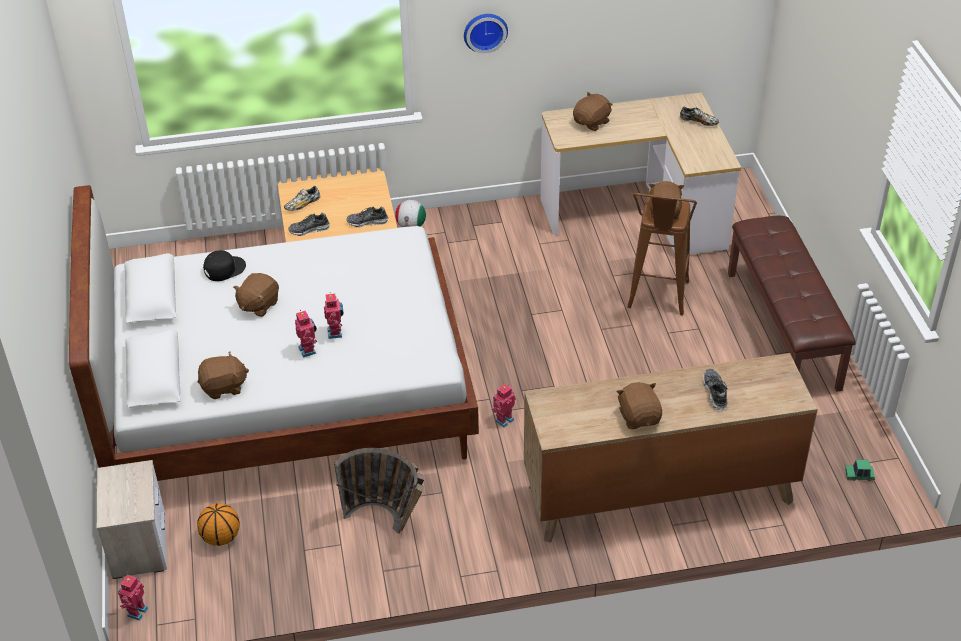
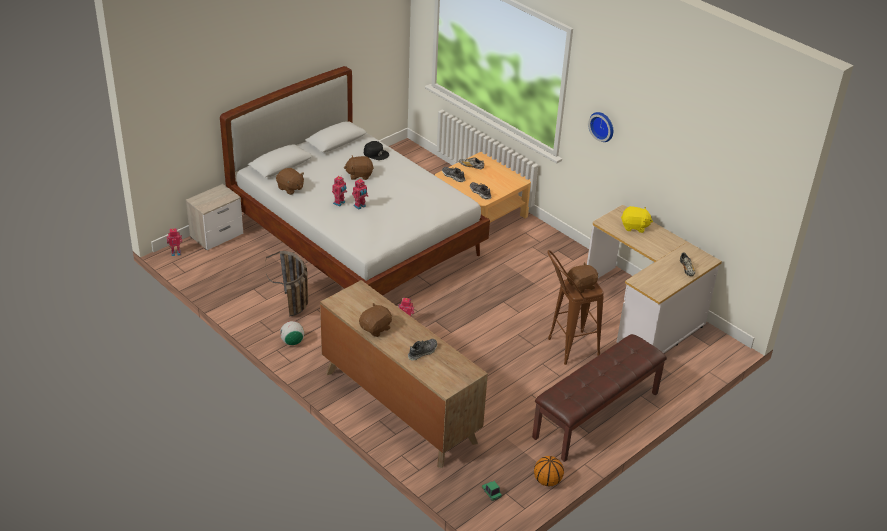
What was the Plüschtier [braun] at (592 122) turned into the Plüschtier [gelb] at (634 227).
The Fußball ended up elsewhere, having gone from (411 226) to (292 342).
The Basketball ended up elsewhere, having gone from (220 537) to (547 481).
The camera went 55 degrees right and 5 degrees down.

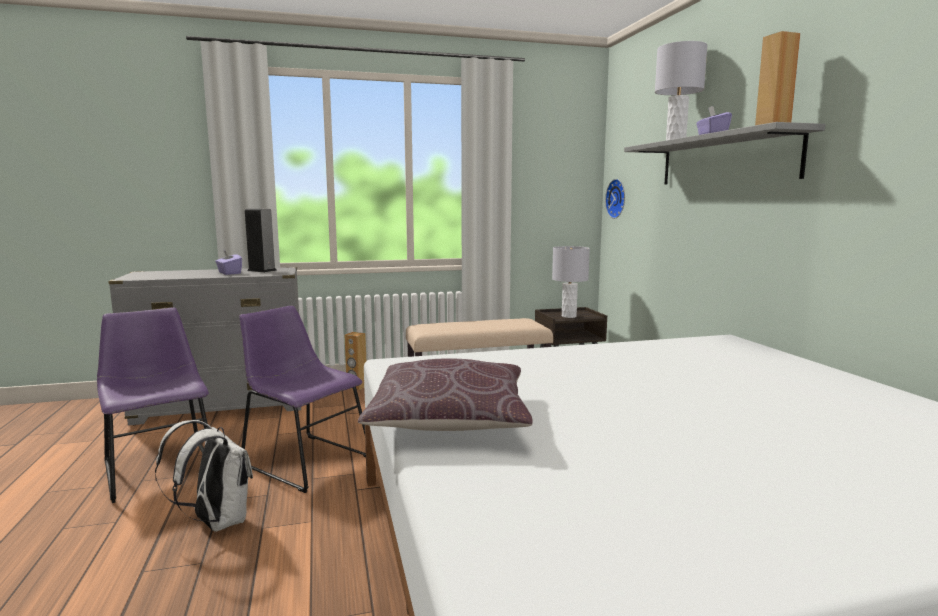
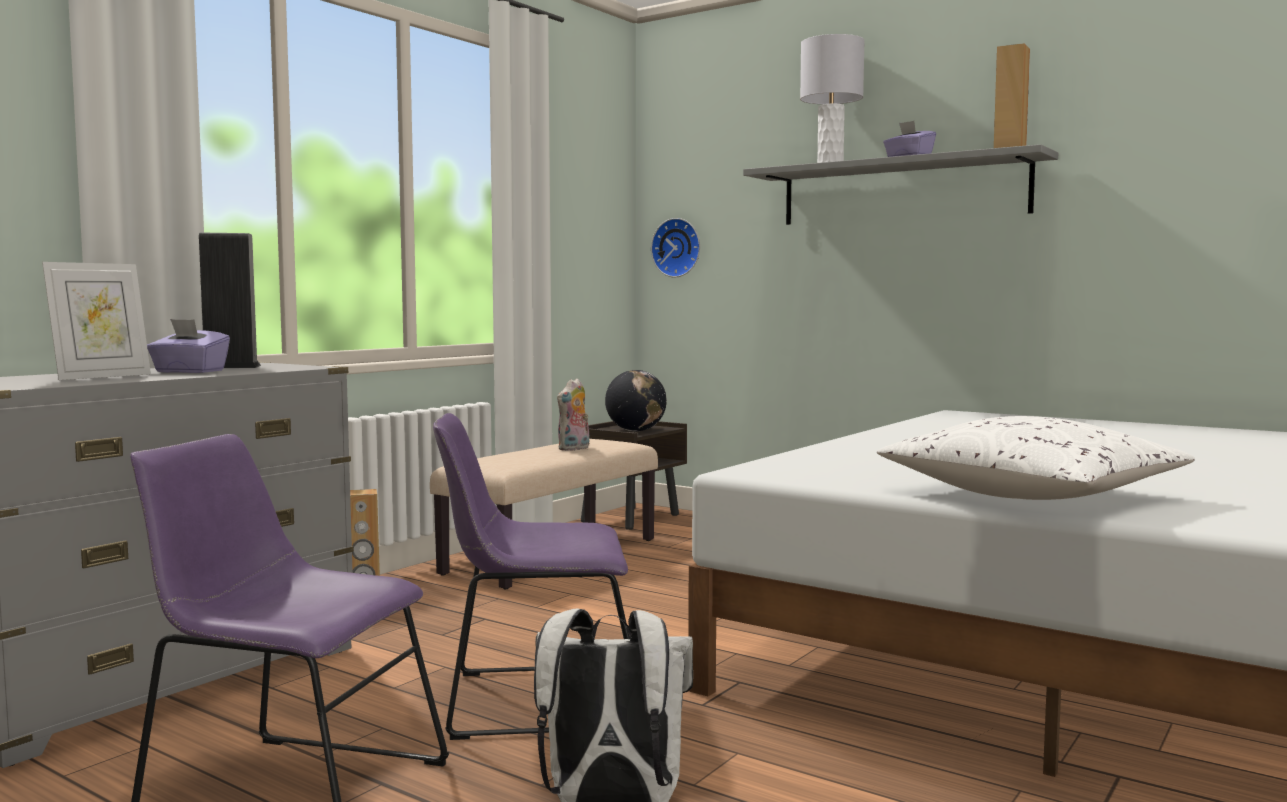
Where the Tischlampe [grau] stood at (569 316), the Globus came to stand at (636 431).
What was the Kissen [braun] at (450 419) turned into the Kissen [weiß] at (1030 495).
The second view gained the Bilderrahmen at (101 376).
The second view gained the Plüschtier at (574 449).
The camera went 40 degrees left and 5 degrees down.

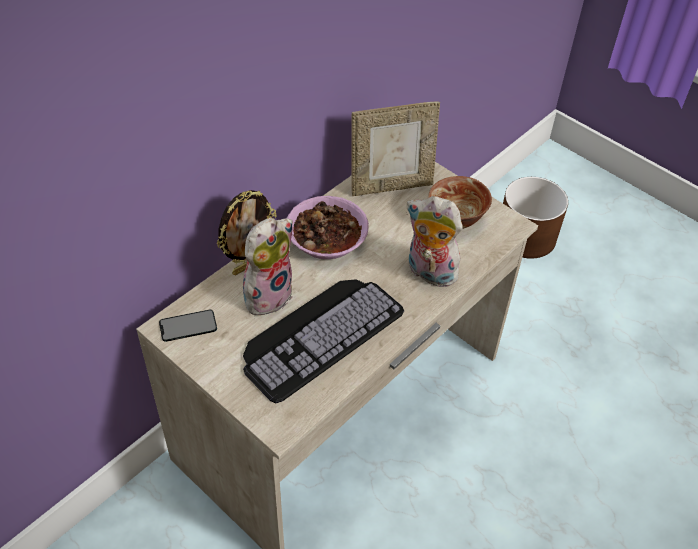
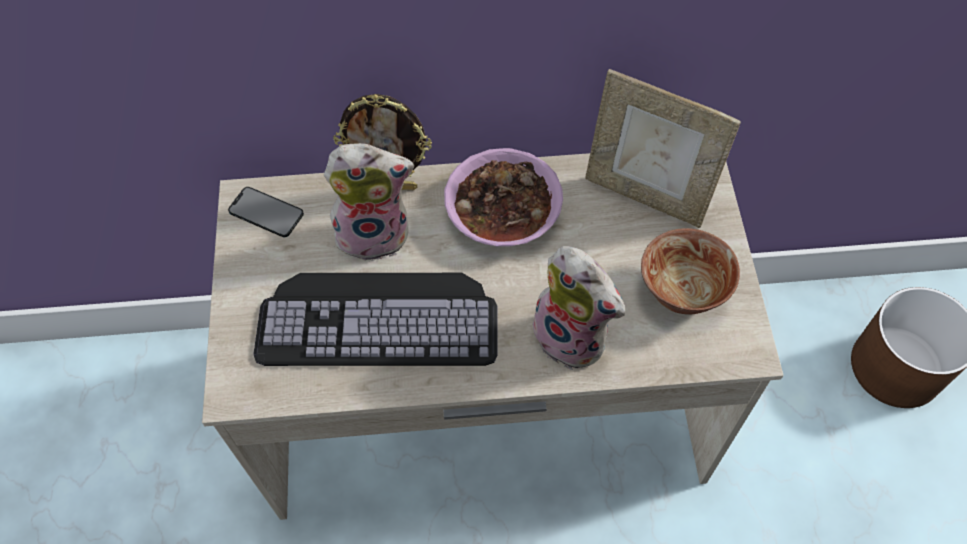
The Plüschtier at (429 273) ended up facing another way, 150 degrees clockwise from before.
The camera went 45 degrees right and 10 degrees up.

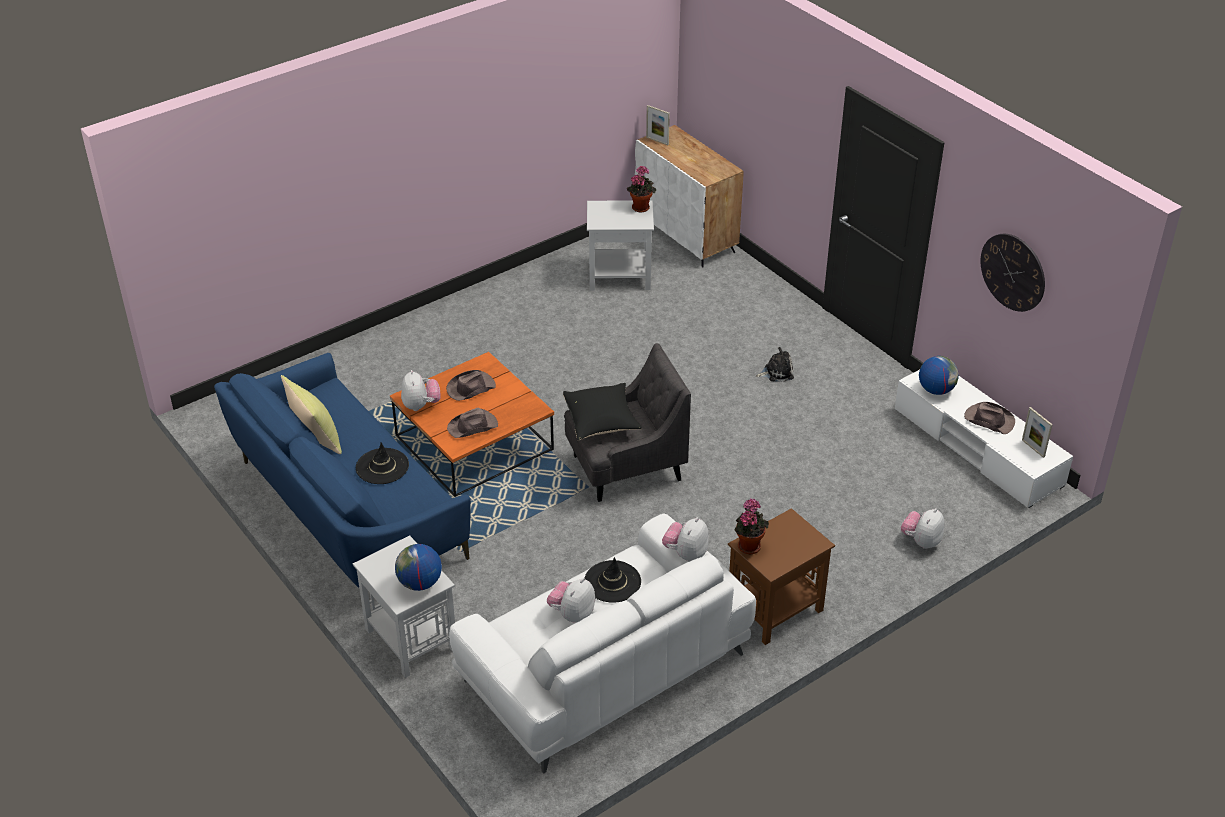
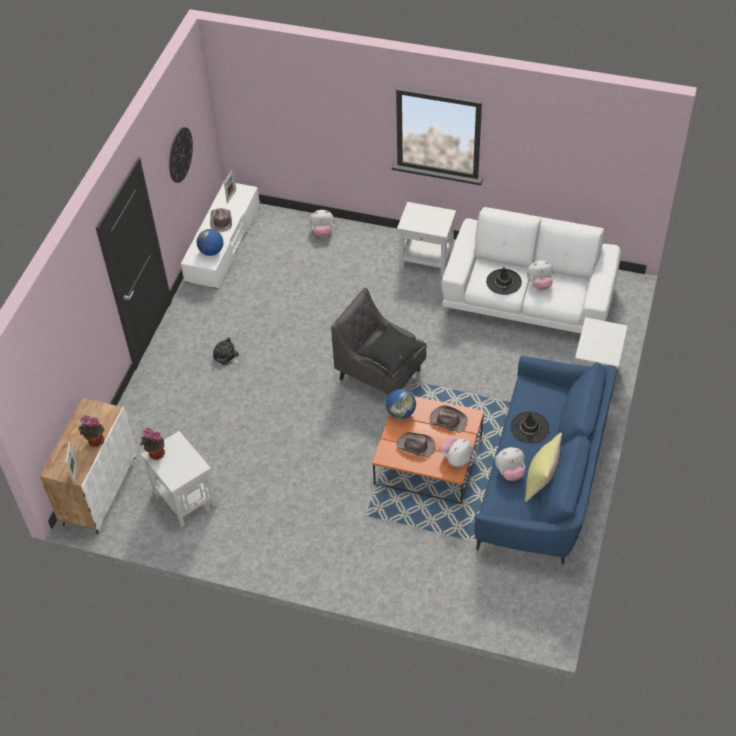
The Topfpflanze ended up elsewhere, having gone from (748 545) to (94 441).
What was the Beistelltisch [braun] at (774 610) turned into the Beistelltisch [weiß] at (427 260).
The Plüschtier ended up elsewhere, having gone from (686 553) to (510 472).
The Globus ended up elsewhere, having gone from (420 583) to (401 413).
The camera went 125 degrees left and 10 degrees up.

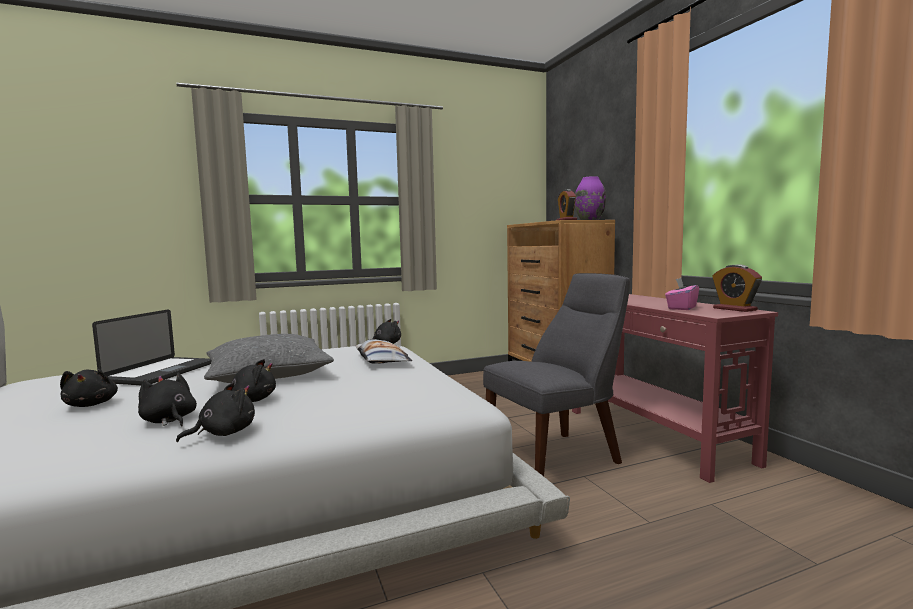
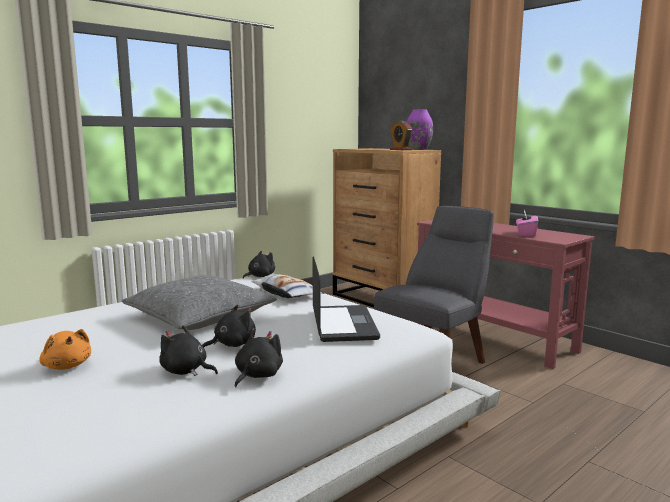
The second view lost the Wecker at (734 309).
The Laptop ended up elsewhere, having gone from (161 372) to (343 324).
What was the Plüschtier [schwarz] at (92 404) turned into the Plüschtier [orange] at (67 366).
The camera went 20 degrees left and 5 degrees up.

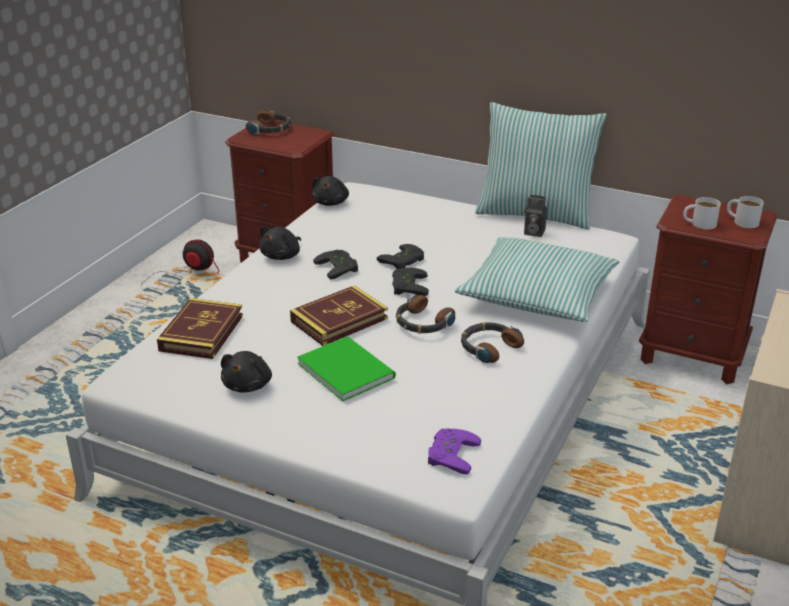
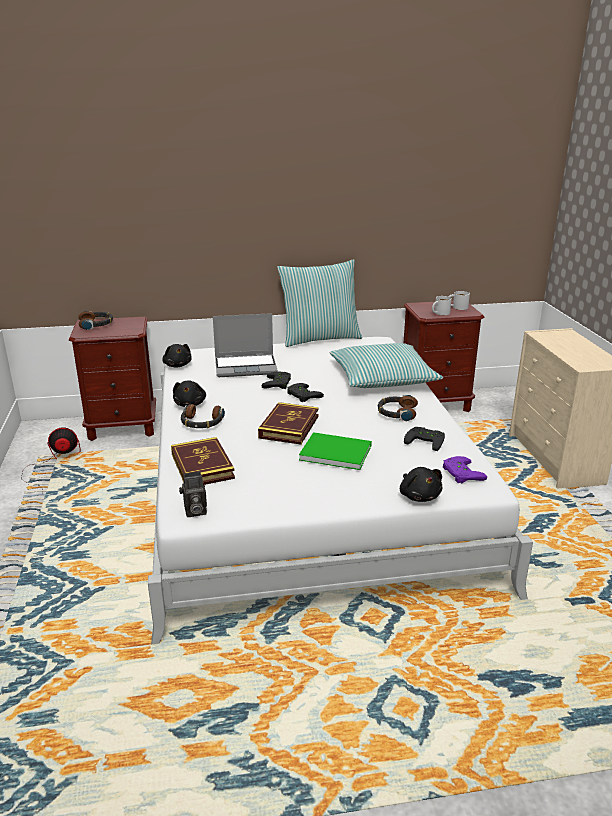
The Kamera ended up elsewhere, having gone from (533 232) to (194 511).
The Gamepad [schwarz] ended up elsewhere, having gone from (339 267) to (426 440).
The Kopfhörer ended up elsewhere, having gone from (422 323) to (201 422).
The Plüschtier [schwarz] ended up elsewhere, having gone from (248 385) to (419 496).
The second view gained the Laptop at (246 366).
The camera went 35 degrees left and 5 degrees down.

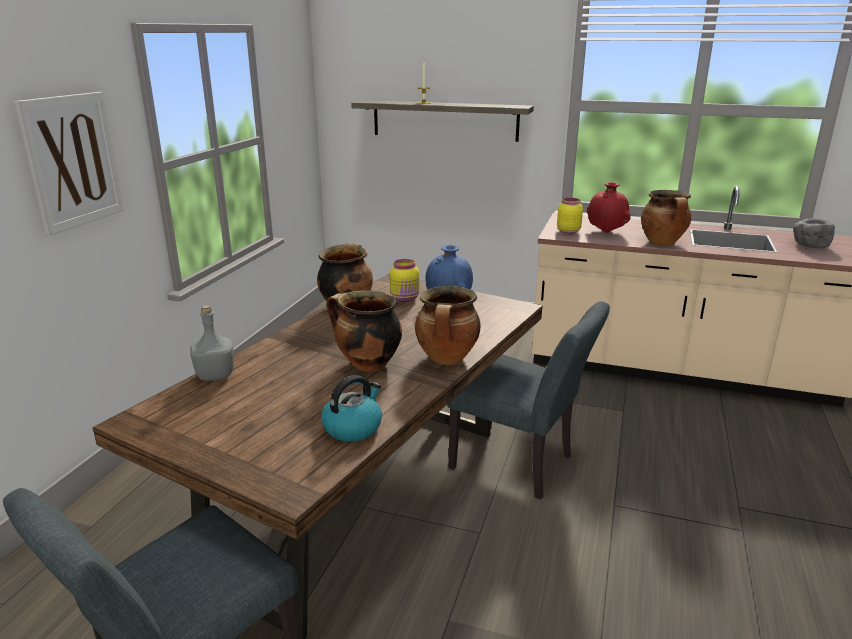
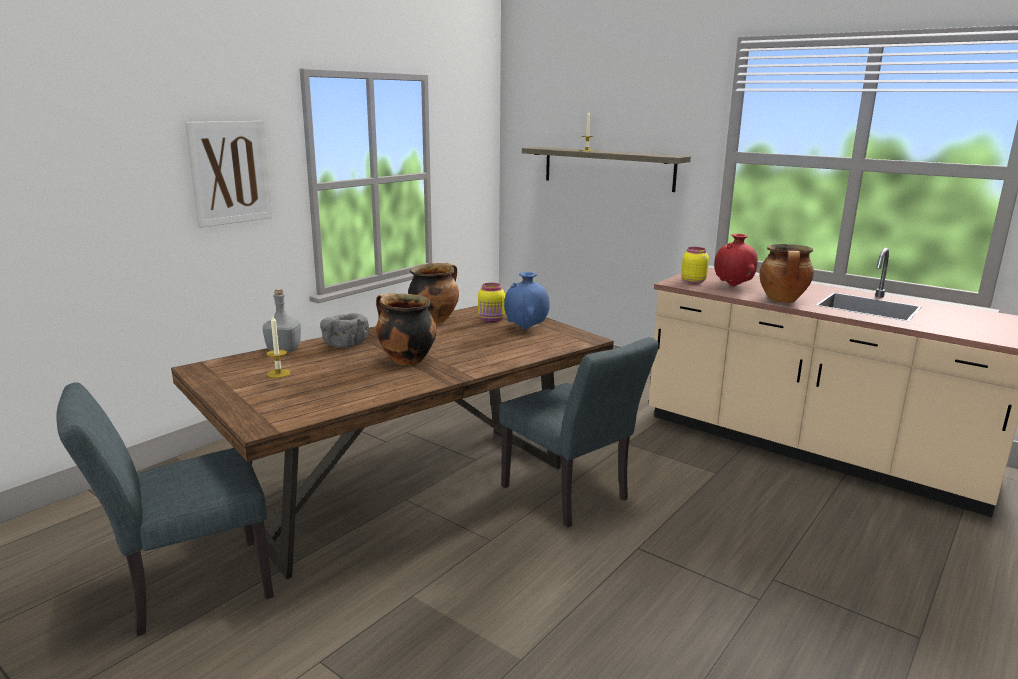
The Schüssel [grau] ended up elsewhere, having gone from (809 246) to (345 344).
The second view lost the Kochtopf at (447 359).
The second view lost the Wasserkessel at (353 427).
The second view gained the Kerze at (278 373).
The camera went 20 degrees right and 5 degrees down.

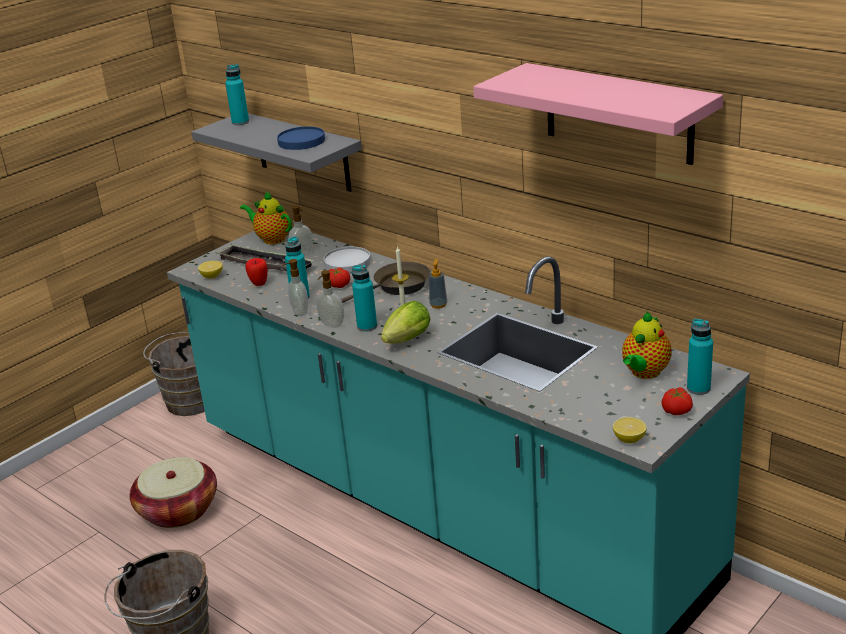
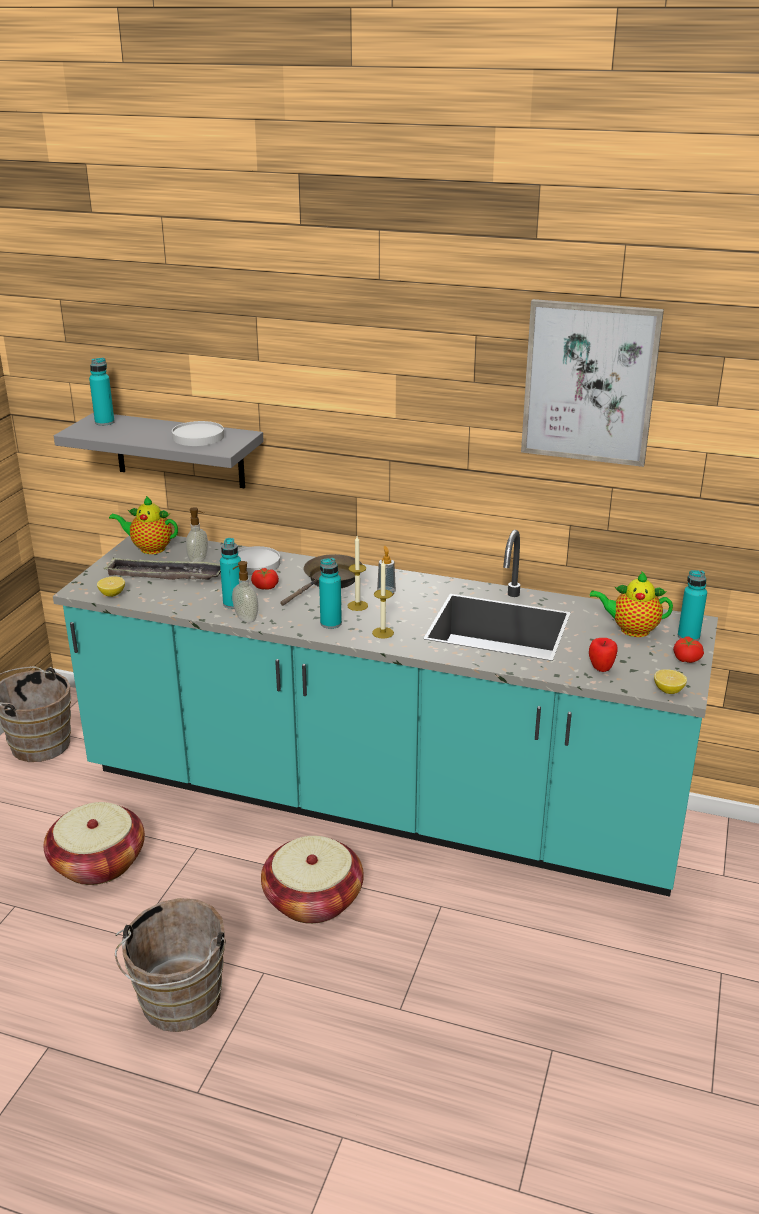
Where the Wandregal [rosa] hung at (618 113), the Bild came to hang at (589 382).
What was the Teller [blau] at (301 141) turned into the Teller [weiß] at (198 437).
The Apfel ended up elsewhere, having gone from (259 284) to (601 669).
The second view lost the Seifenspender at (331 325).
Where the Salatkopf stood at (405 341), the Kerze came to stand at (383 633).
The Teekanne at (644 373) ended up facing another way, 90 degrees clockwise from before.
The second view gained the Korb at (313 899).
The camera went 25 degrees left and 0 degrees up.

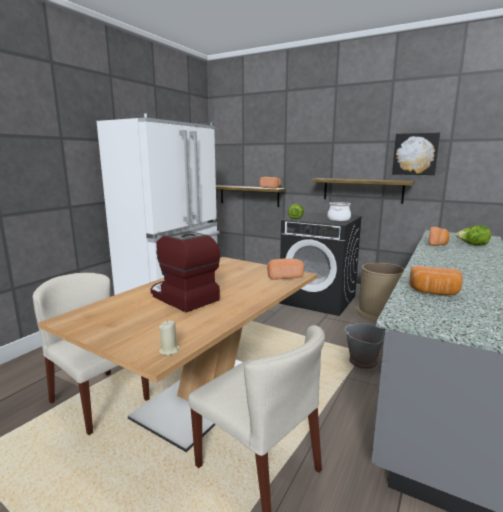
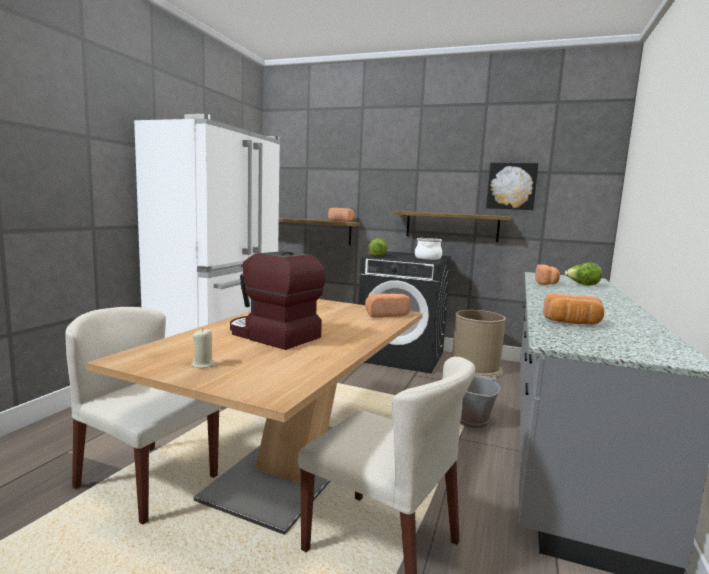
The Kerze [beige] ended up elsewhere, having gone from (169 350) to (203 365).
The camera went 10 degrees left and 5 degrees down.

